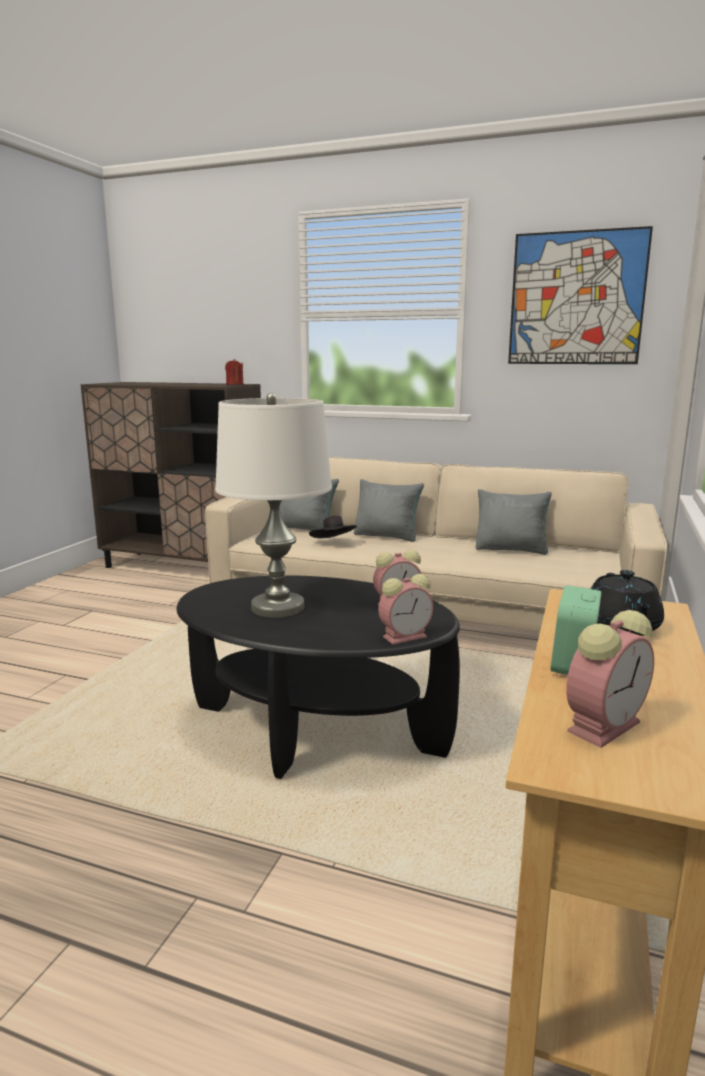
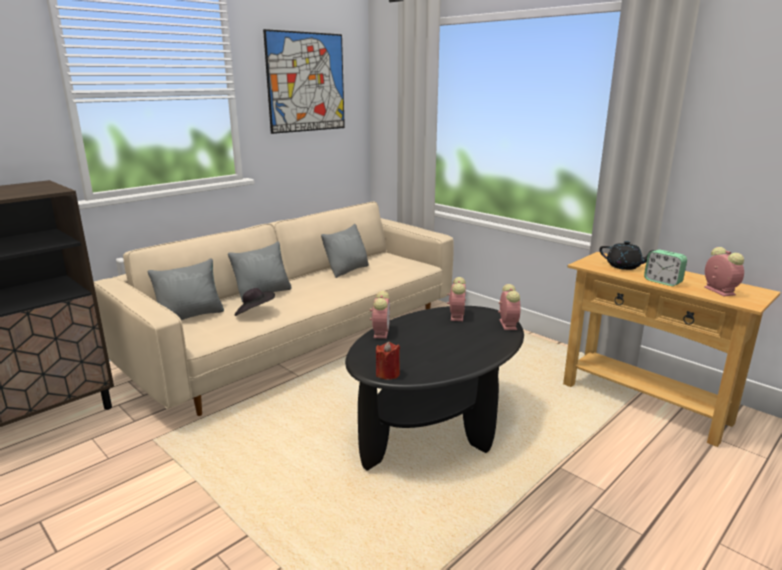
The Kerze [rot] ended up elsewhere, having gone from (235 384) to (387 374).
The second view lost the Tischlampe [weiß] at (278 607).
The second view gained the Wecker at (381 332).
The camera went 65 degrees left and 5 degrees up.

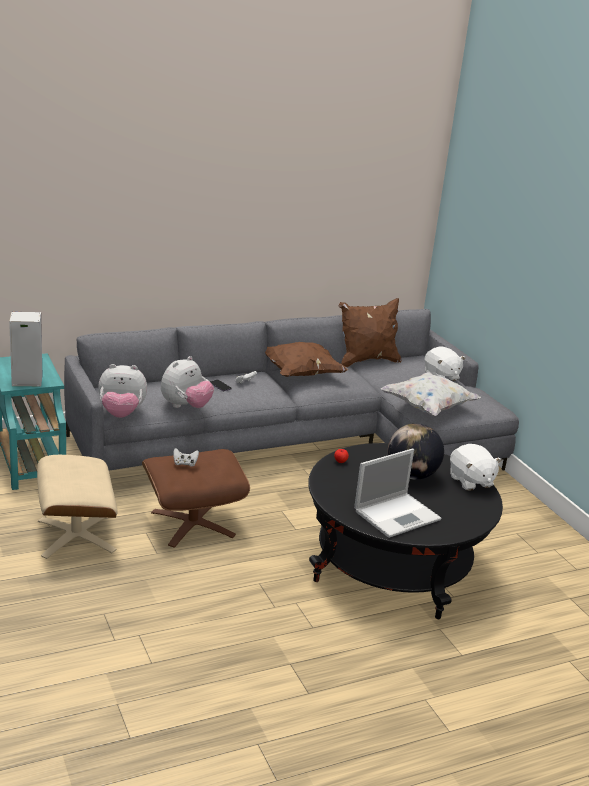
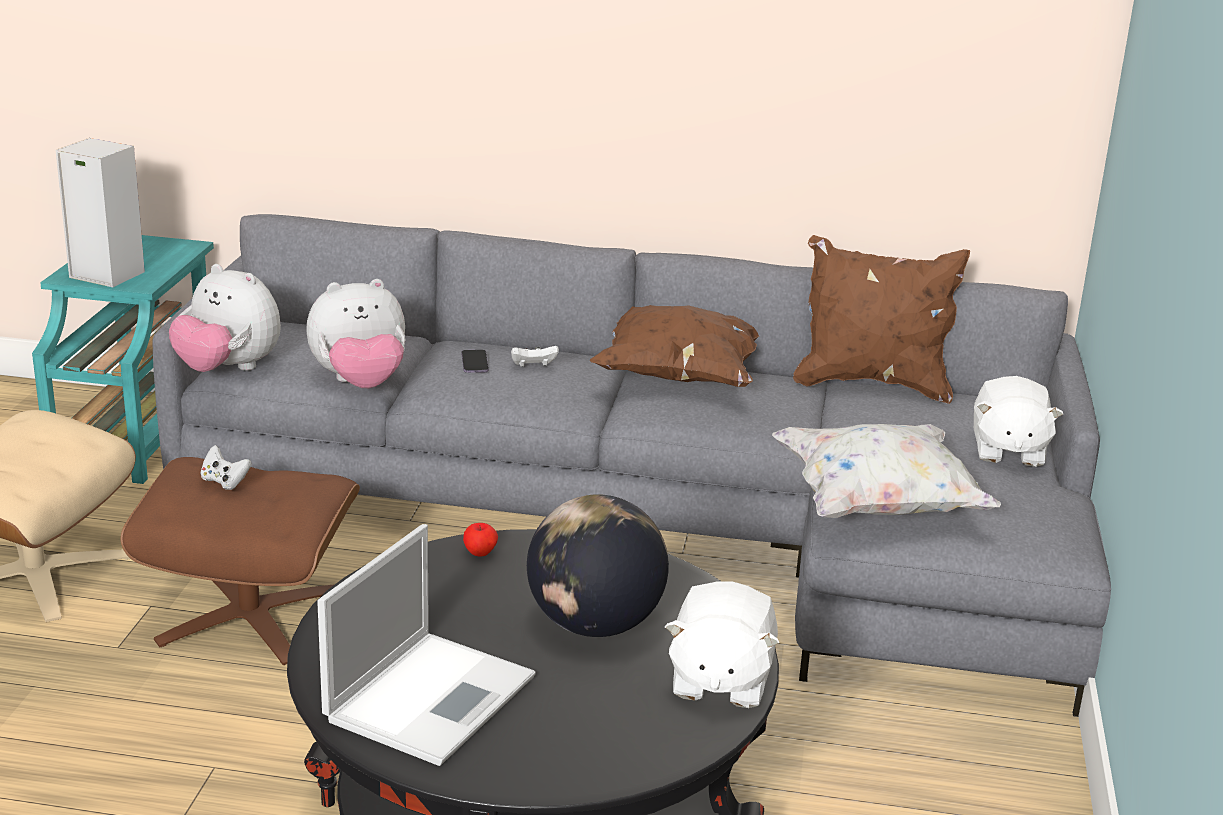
The Laptop at (398 514) ended up facing another way, 60 degrees counterclockwise from before.
The camera went 35 degrees right and 0 degrees up.

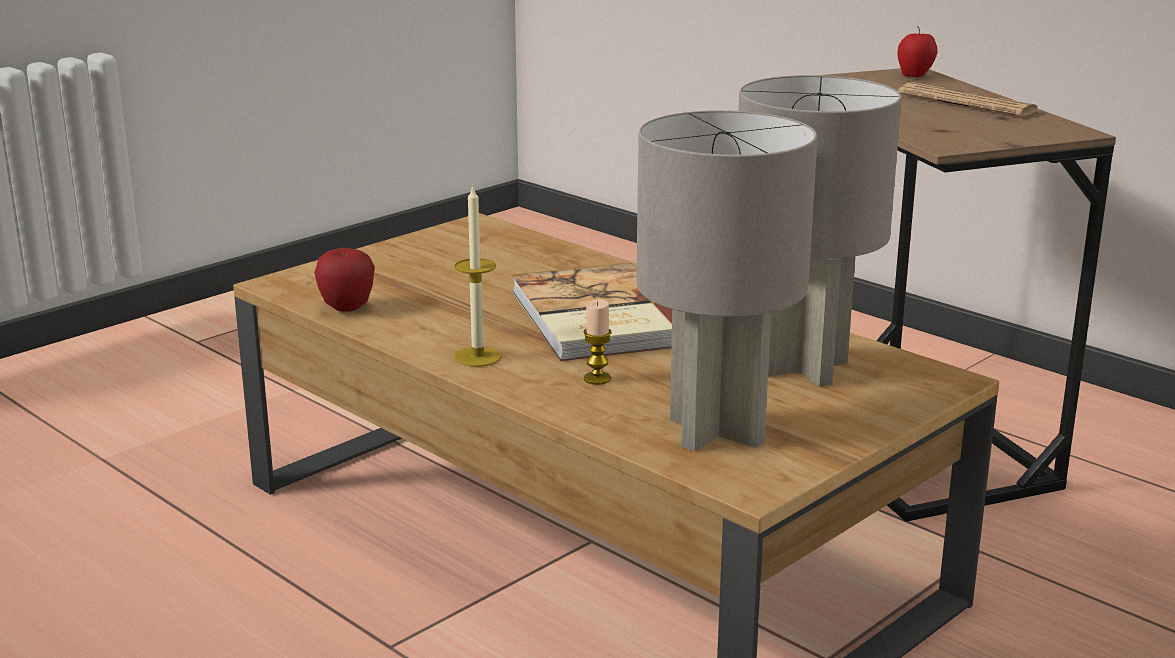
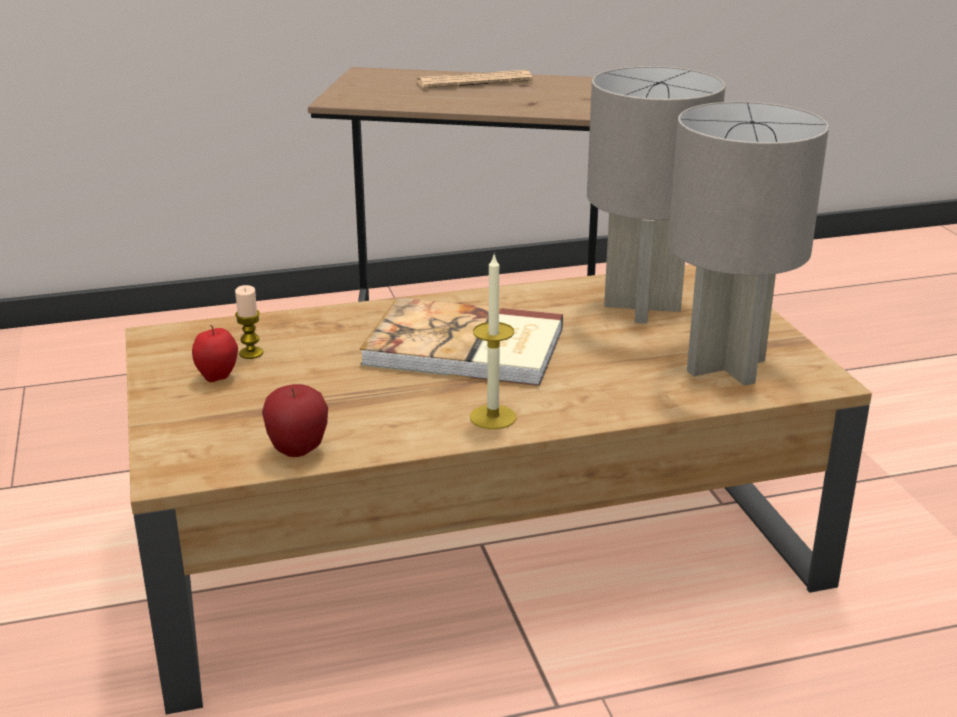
The Apfel ended up elsewhere, having gone from (915 76) to (218 377).
The Kerze ended up elsewhere, having gone from (597 379) to (251 353).
The camera went 60 degrees left and 5 degrees up.

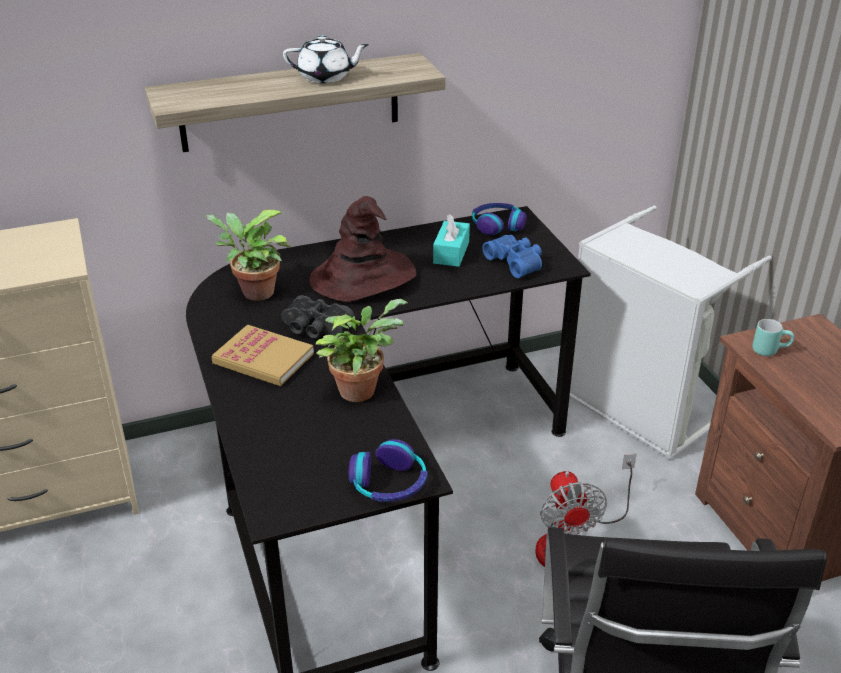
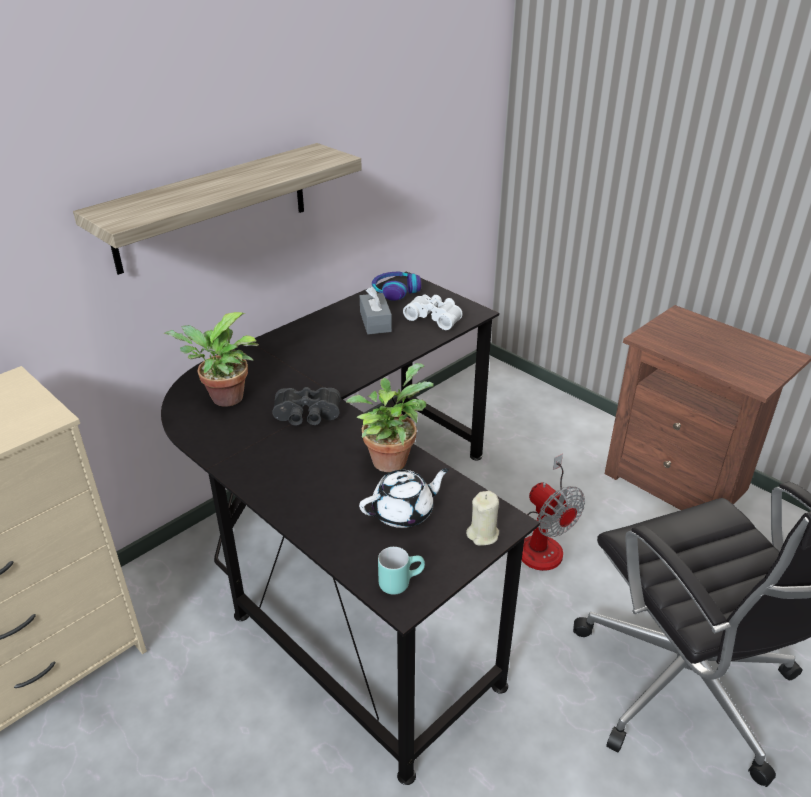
The Teekanne [weiß] ended up elsewhere, having gone from (326 77) to (404 512).
The second view lost the Hut [braun] at (363 277).
The second view lost the Wäschekorb [grau] at (637 411).
What was the Taschentuchbox [türkis] at (451 252) turned into the Taschentuchbox [grau] at (375 322).
What was the Fernglas [blau] at (516 262) turned into the Fernglas [weiß] at (435 317).
The Henkelbecher [türkis] ended up elsewhere, having gone from (769 350) to (400 581).
The second view lost the Buch at (263 359).
Where the Kopfhörer stood at (389 483), the Kerze [beige] came to stand at (483 534).
The camera went 25 degrees left and 0 degrees up.

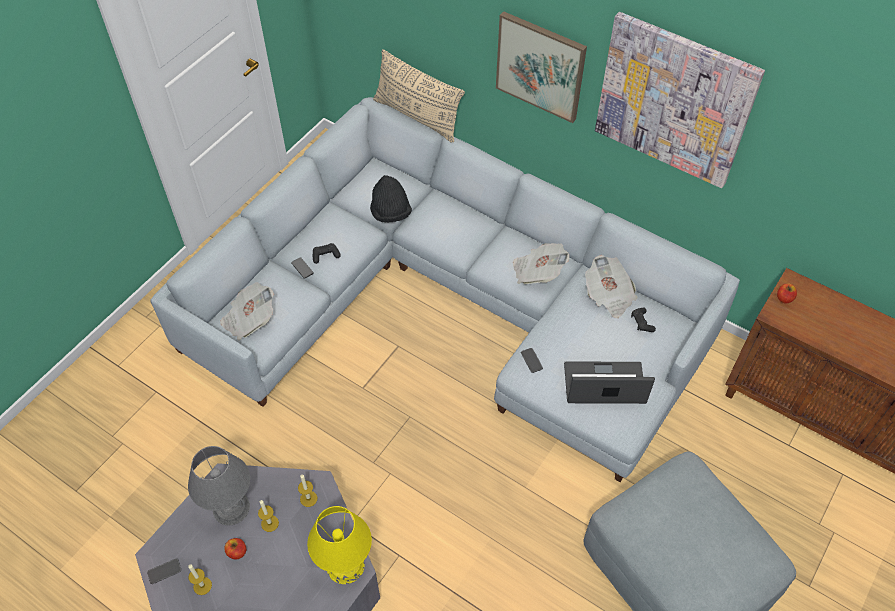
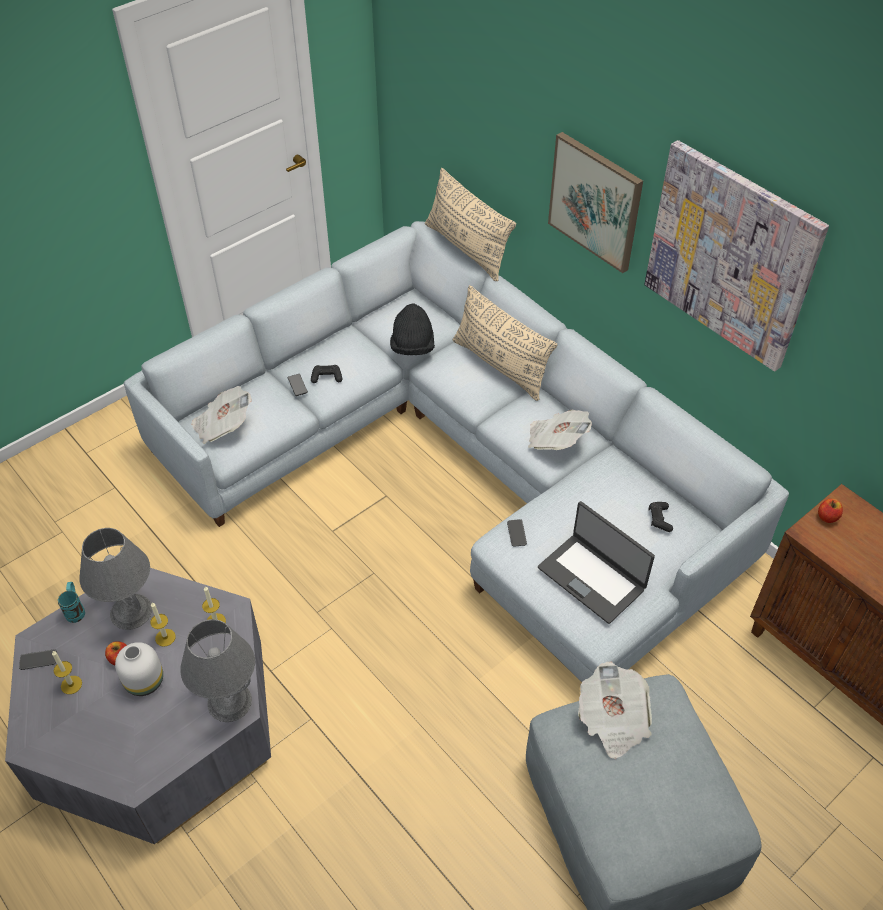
The Zeitung ended up elsewhere, having gone from (609 295) to (613 720).
The Laptop at (604 385) ended up facing another way, 150 degrees counterclockwise from before.
What was the Tischlampe [gelb] at (345 566) turned into the Tischlampe [grau] at (229 702).
The second view gained the Kissen [beige] at (500 366).
The second view gained the Henkelbecher [türkis] at (76 610).
The second view gained the Vase [weiß] at (146 681).
The camera went 15 degrees right and 5 degrees down.

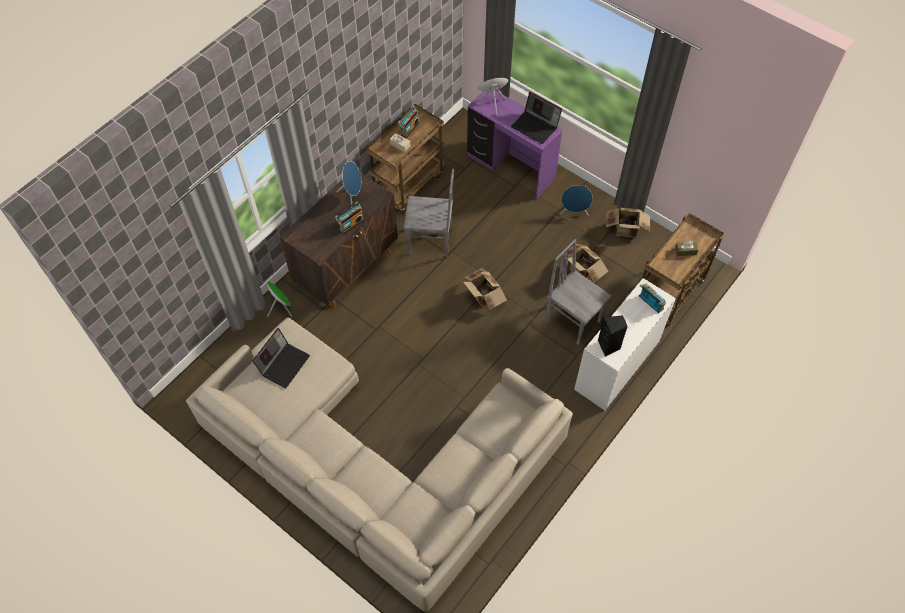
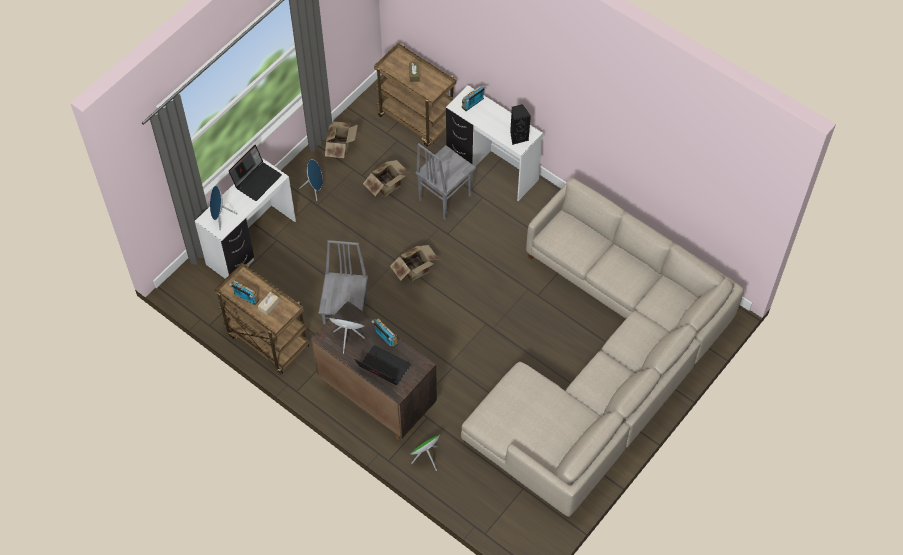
What was the Schreibtisch [lila] at (510 168) turned into the Schreibtisch [weiß] at (252 243).
The Laptop ended up elsewhere, having gone from (284 364) to (382 368).
The camera went 90 degrees left and 0 degrees up.

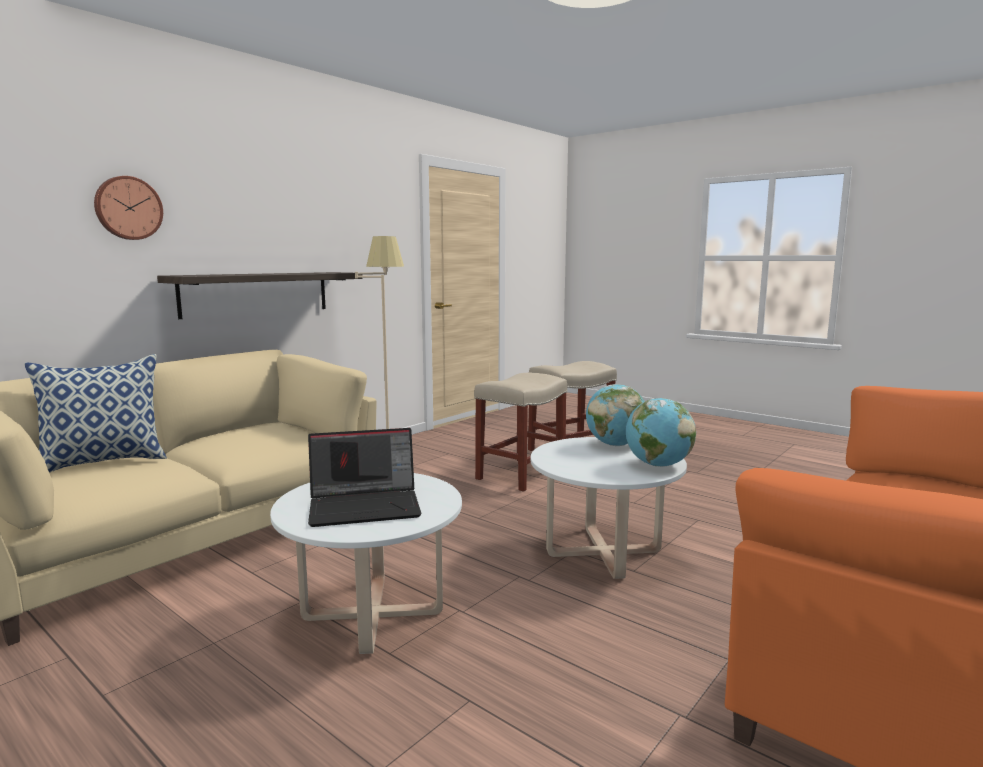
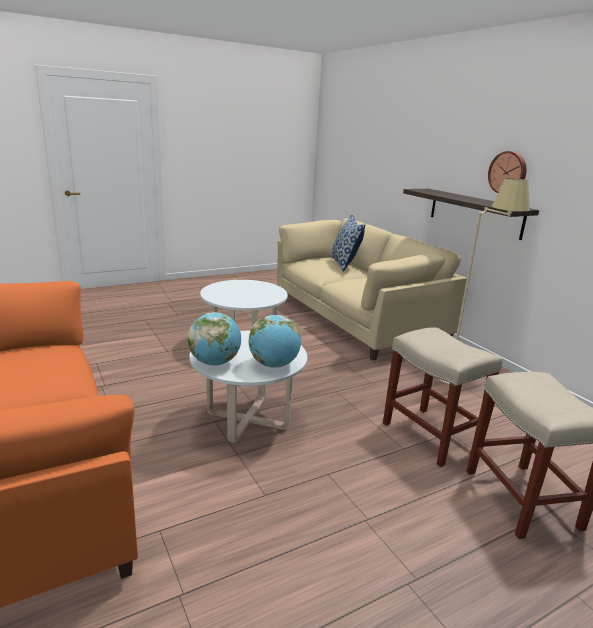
The Wanduhr ended up elsewhere, having gone from (128 208) to (508 172).
The second view lost the Laptop at (366 506).
The camera went 110 degrees right and 10 degrees up.

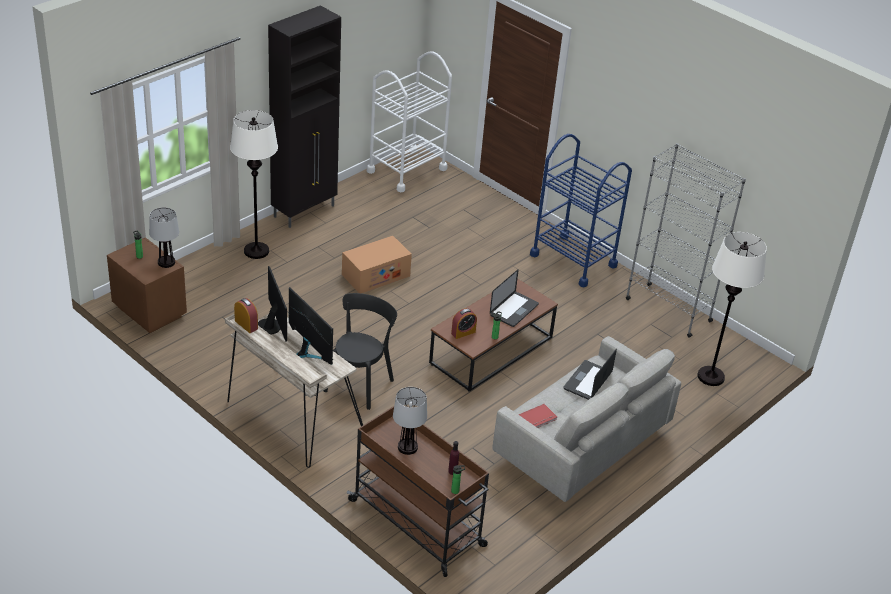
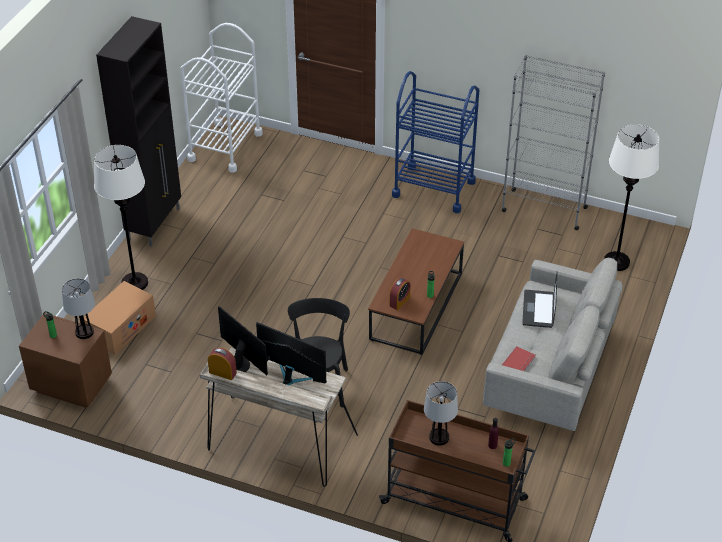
The Karton ended up elsewhere, having gone from (375 275) to (121 328).
The second view lost the Laptop at (514 310).
The camera went 20 degrees left and 5 degrees up.

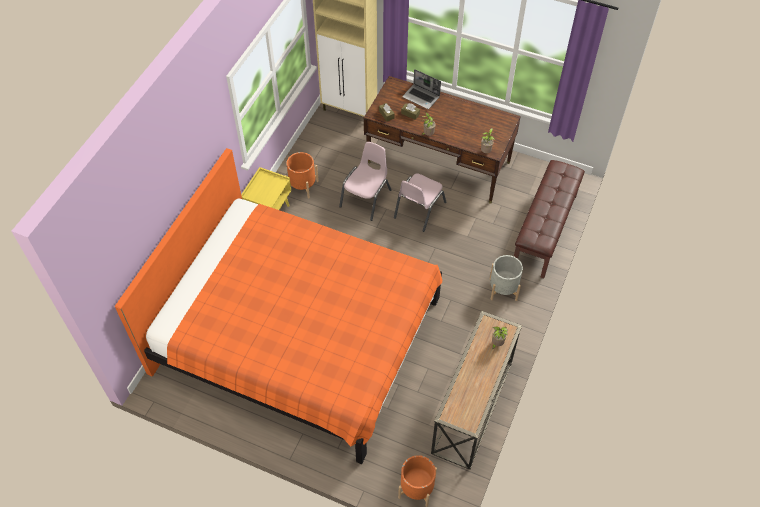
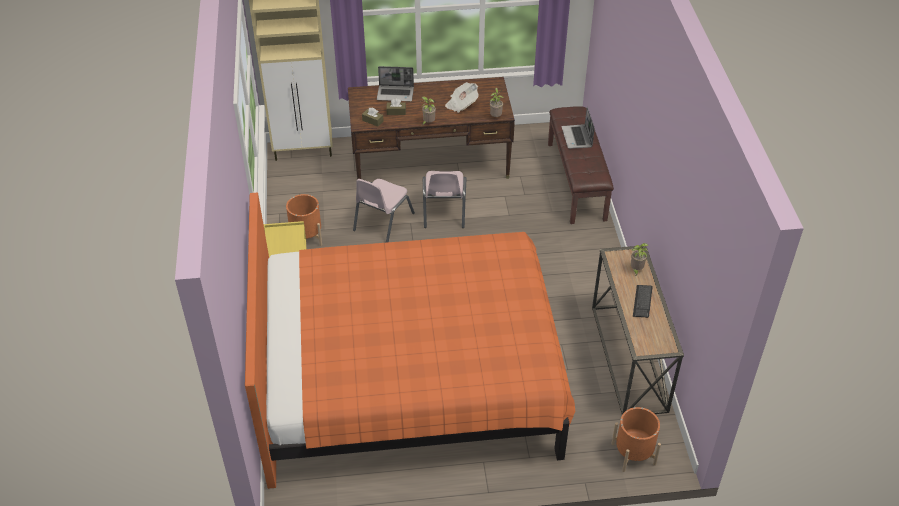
The Stuhl [rosa] at (366 198) ended up facing another way, 150 degrees counterclockwise from before.
The second view lost the Pflanzkübel [grau] at (503 289).
The second view gained the Zeitung at (461 104).
The second view gained the Laptop at (577 138).
The second view gained the Tastatur at (642 302).
The camera went 30 degrees left and 10 degrees down.

